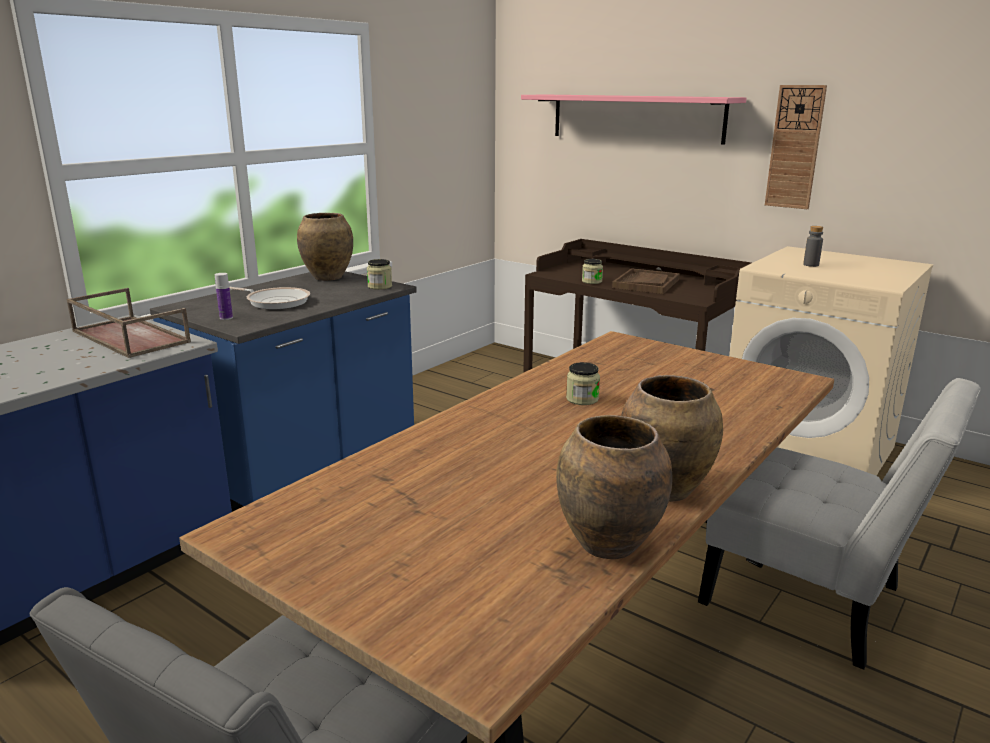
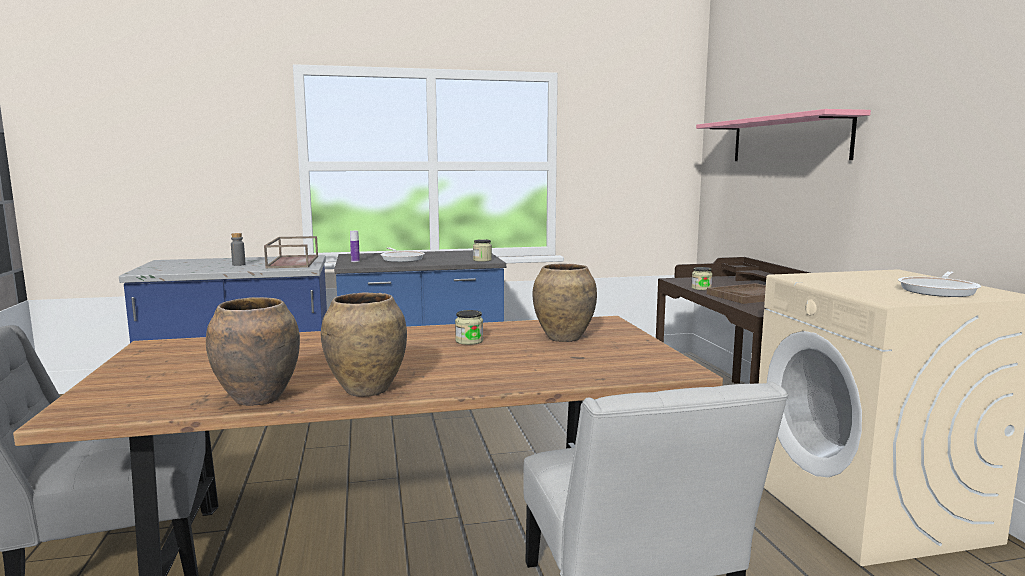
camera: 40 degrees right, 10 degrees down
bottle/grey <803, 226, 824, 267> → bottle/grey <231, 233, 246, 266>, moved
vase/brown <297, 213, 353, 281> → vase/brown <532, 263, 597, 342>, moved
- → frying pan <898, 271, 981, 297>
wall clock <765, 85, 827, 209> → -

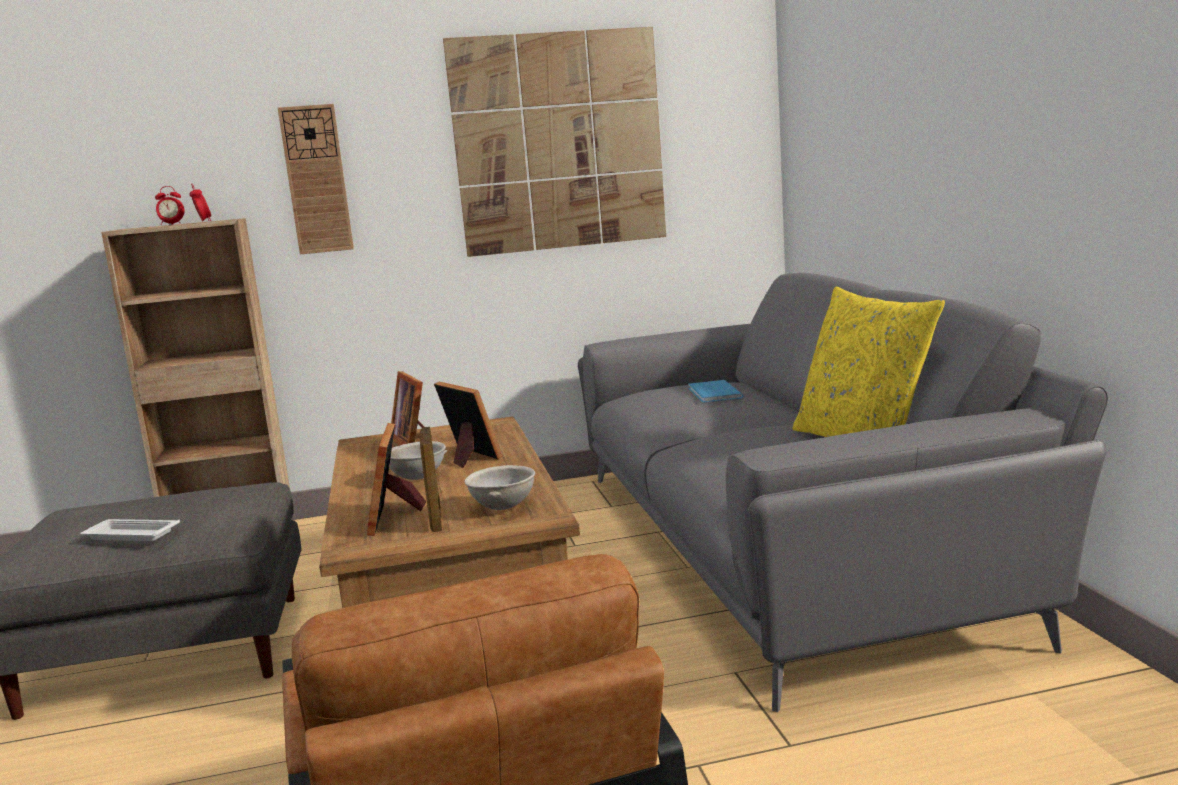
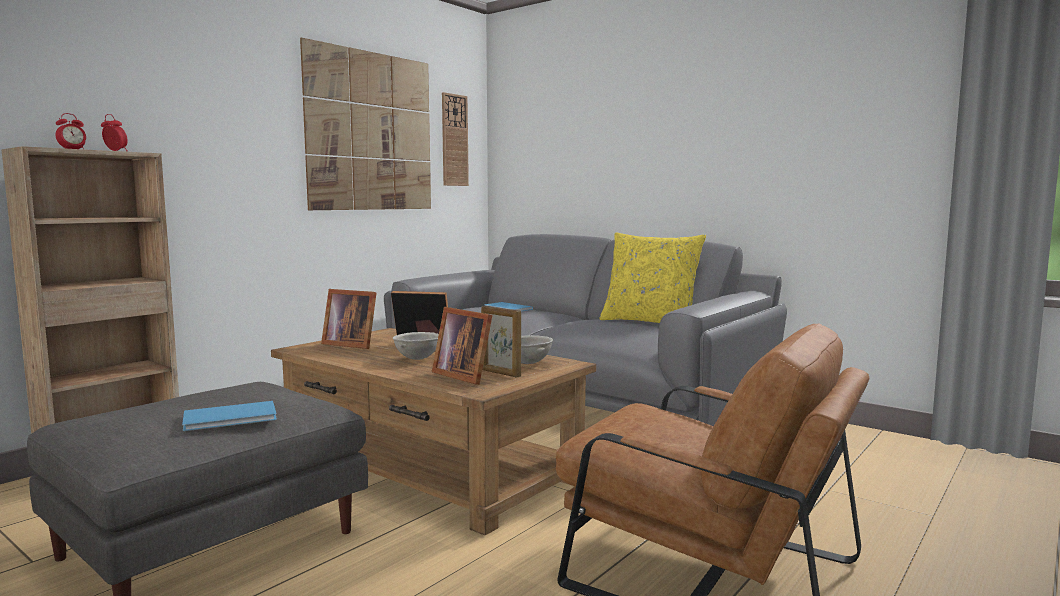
camera: 40 degrees left, 5 degrees down
tray/white <80, 519, 180, 541> → book/blue <182, 401, 277, 431>
wall clock <278, 104, 354, 254> → wall clock <442, 92, 469, 186>, moved

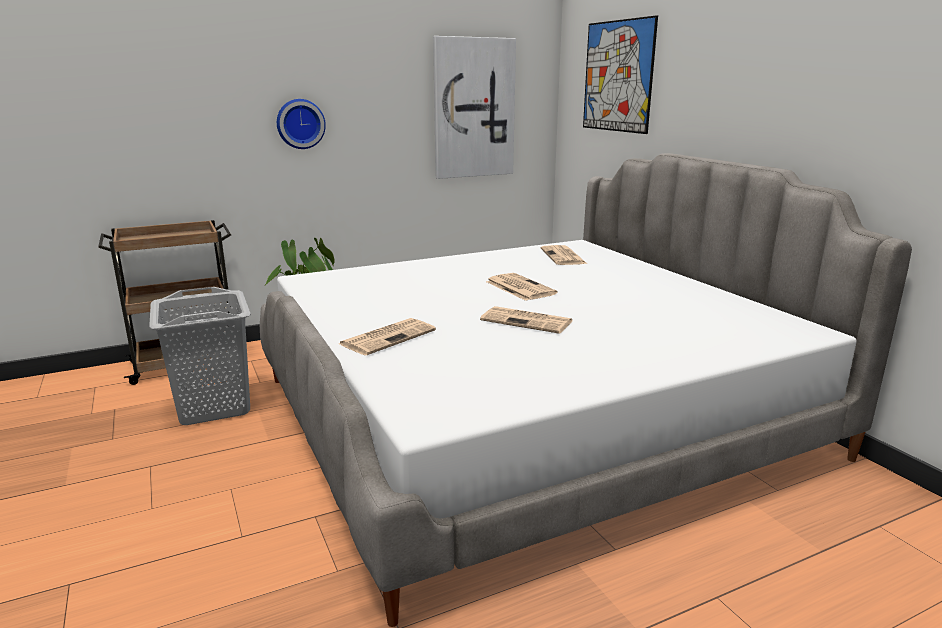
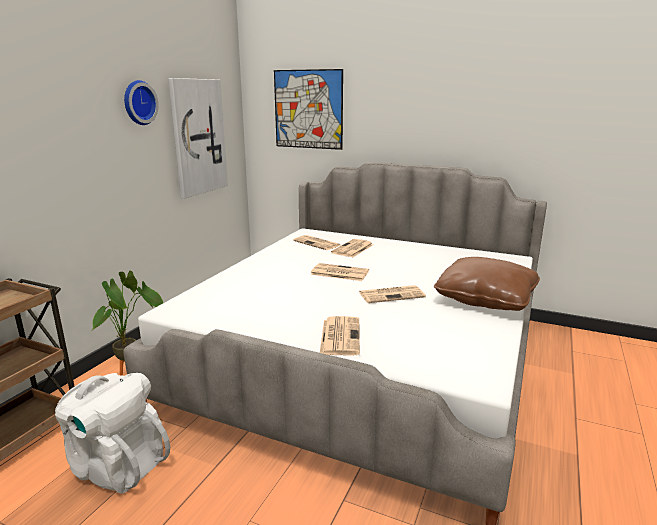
camera: 40 degrees left, 0 degrees up
laundry basket/grey <149, 287, 251, 425> → backpack/white <55, 373, 170, 494>
wall clock <277, 99, 326, 149> → wall clock <124, 80, 159, 125>, moved
- → newspaper <331, 239, 373, 257>
- → pillow/brown <434, 257, 540, 311>

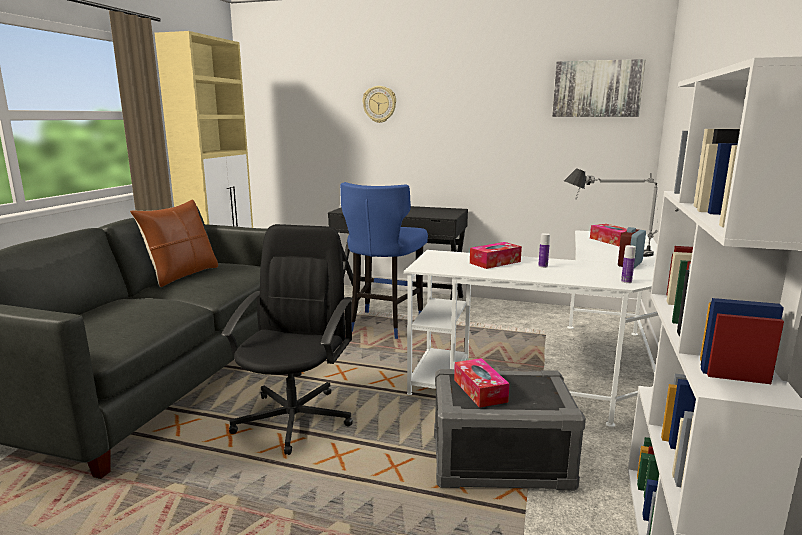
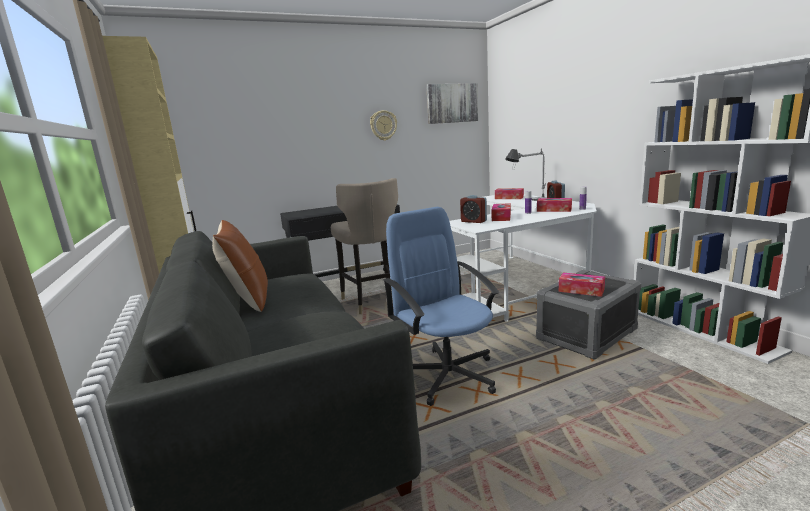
camera: 40 degrees left, 0 degrees up
stool/blue <340, 182, 428, 339> → stool/beige <331, 178, 398, 314>
wall clock <362, 86, 396, 123> → wall clock <370, 110, 397, 141>, moved
office chair/black <221, 224, 353, 455> → office chair/blue <383, 207, 499, 406>
- → alarm clock <460, 195, 487, 223>
- → tissue box <537, 198, 572, 212>

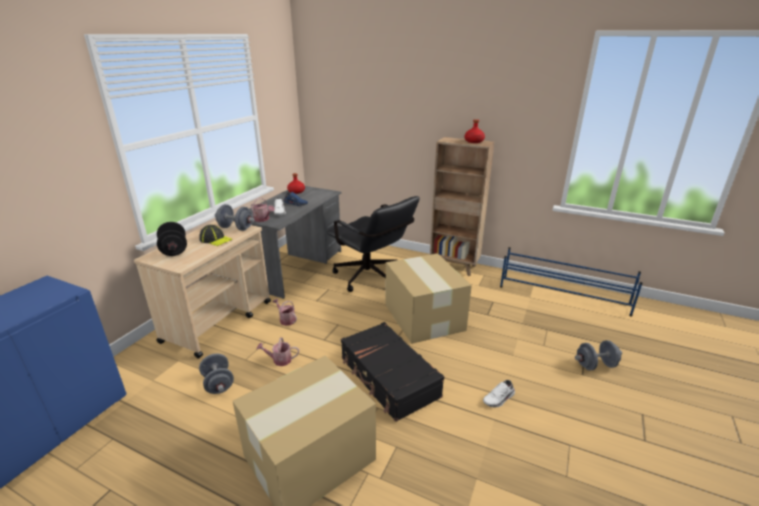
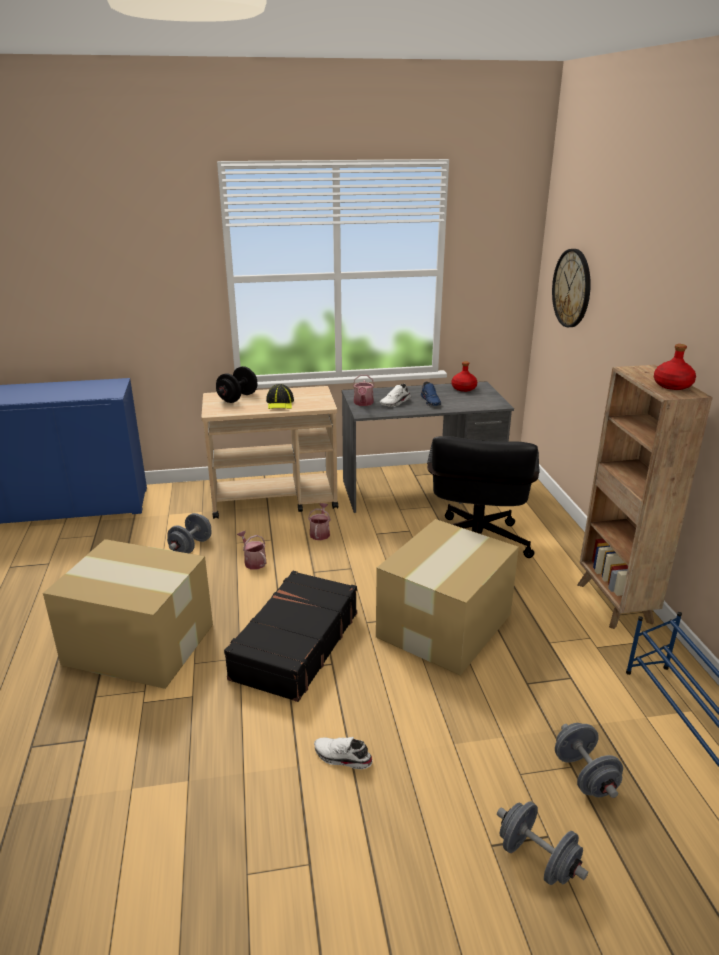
camera: 55 degrees right, 0 degrees up
- → wall clock <552, 249, 591, 327>
dumbbell/grey <215, 204, 255, 231> → dumbbell/grey <555, 723, 623, 798>, moved

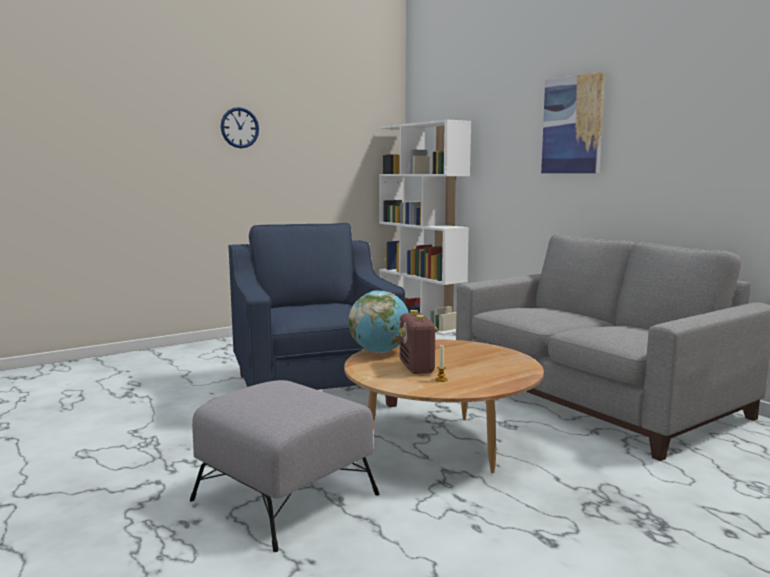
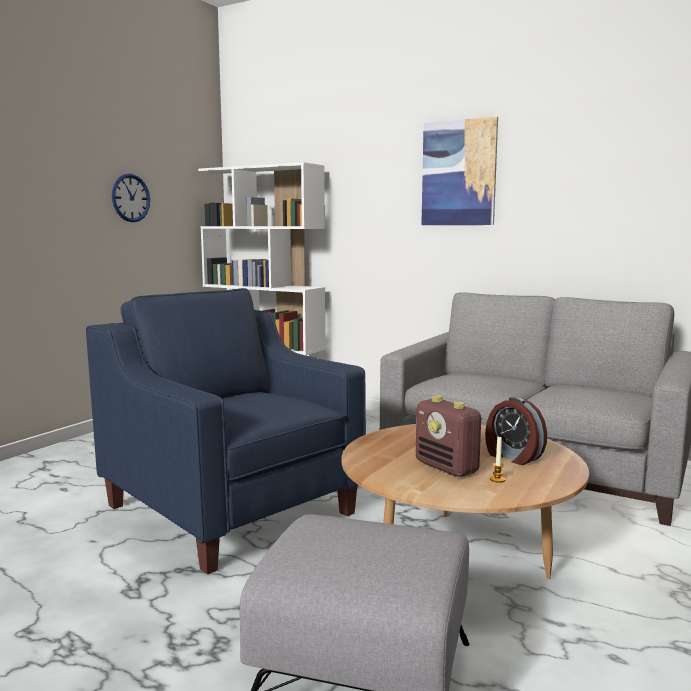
camera: 25 degrees left, 0 degrees up
wall clock <221, 107, 259, 148> → wall clock <112, 174, 150, 222>, moved
- → alarm clock <485, 397, 547, 465>
globe <349, 291, 409, 353> → -

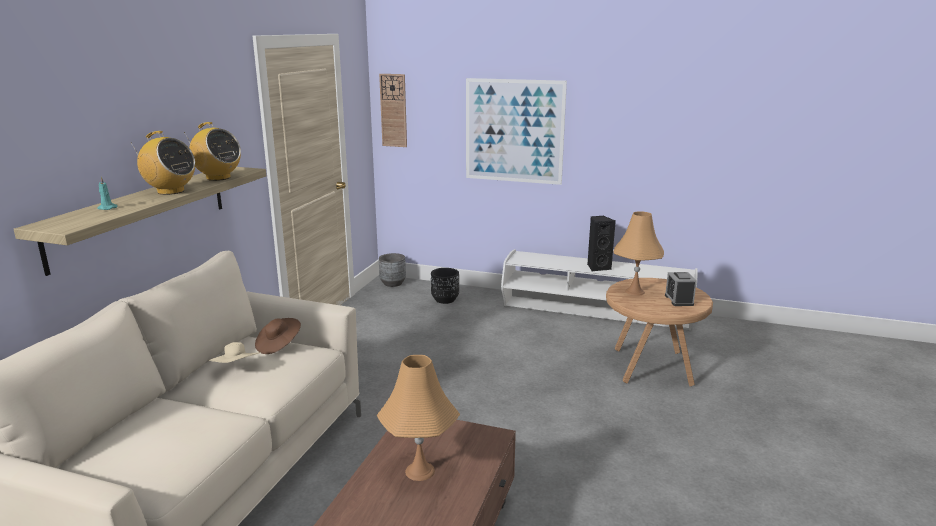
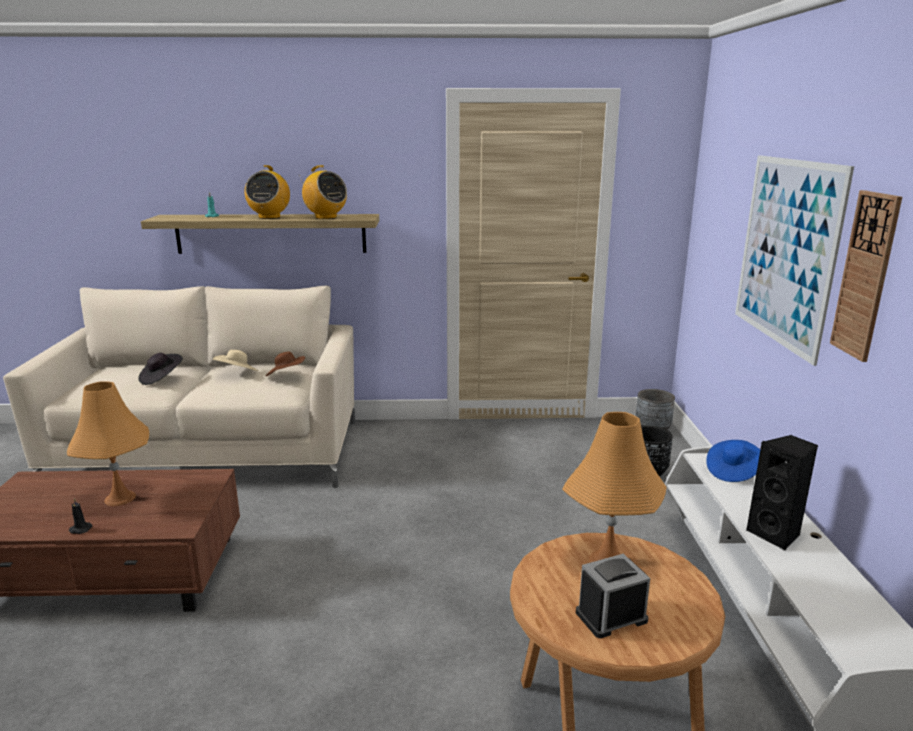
camera: 70 degrees right, 0 degrees up
- → candle/black <69, 498, 92, 534>
- → hat/black <138, 353, 183, 385>
radio <184, 122, 241, 181> → radio <299, 165, 347, 219>, 60 degrees counterclockwise
- → hat/blue <706, 440, 760, 482>
wall clock <379, 74, 407, 147> → wall clock <830, 190, 902, 362>, moved

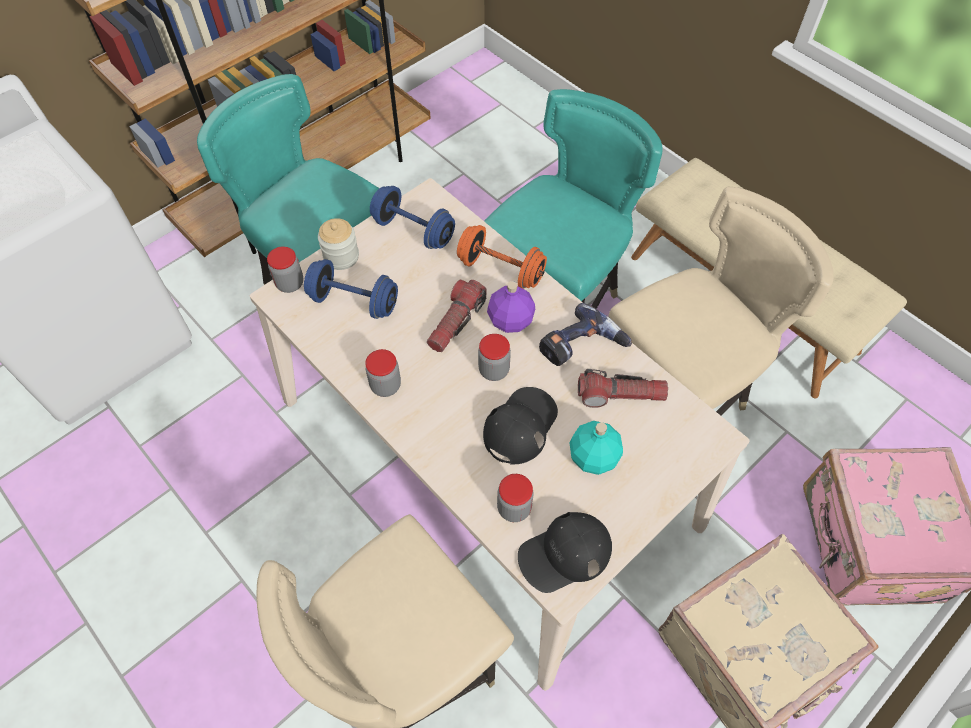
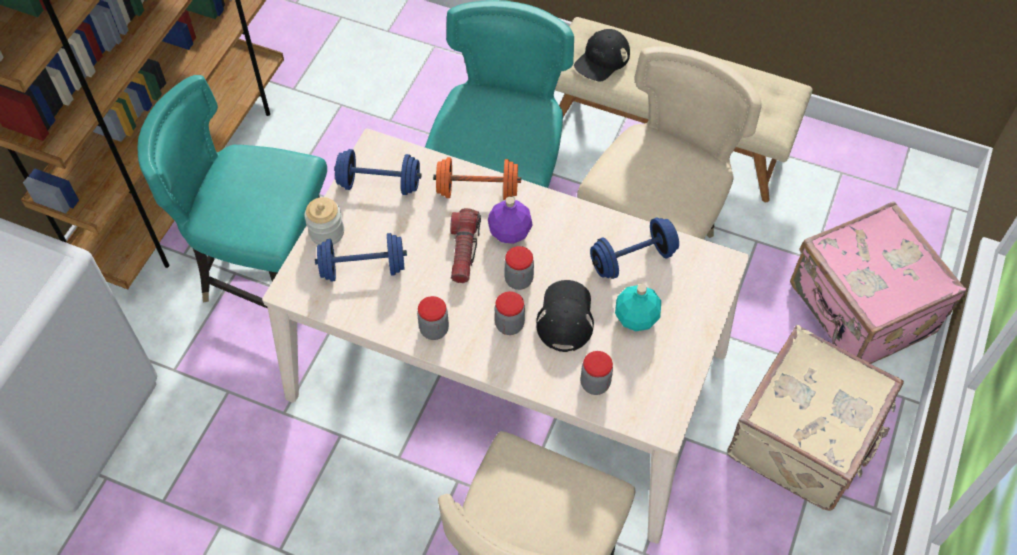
camera: 25 degrees left, 0 degrees up
jar <267, 246, 304, 293> → jar <495, 291, 525, 335>, moved
cap/black <518, 512, 612, 593> → cap/black <574, 29, 630, 82>, moved
flashlight <578, 369, 668, 408> → dumbbell/blue <590, 218, 679, 279>
power drill <539, 303, 632, 366> → -

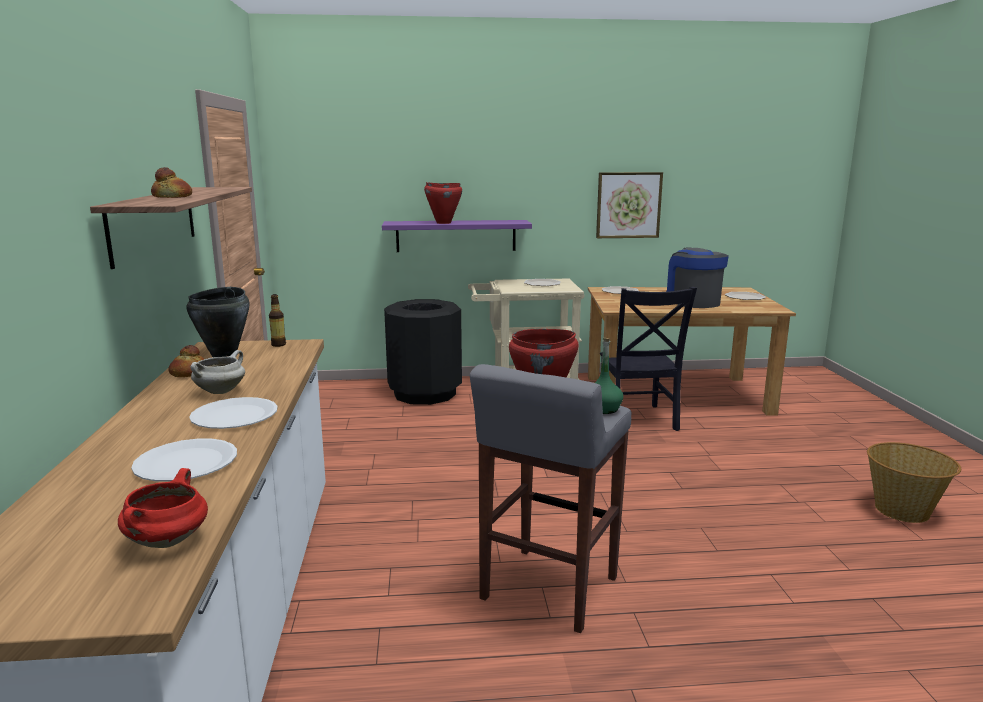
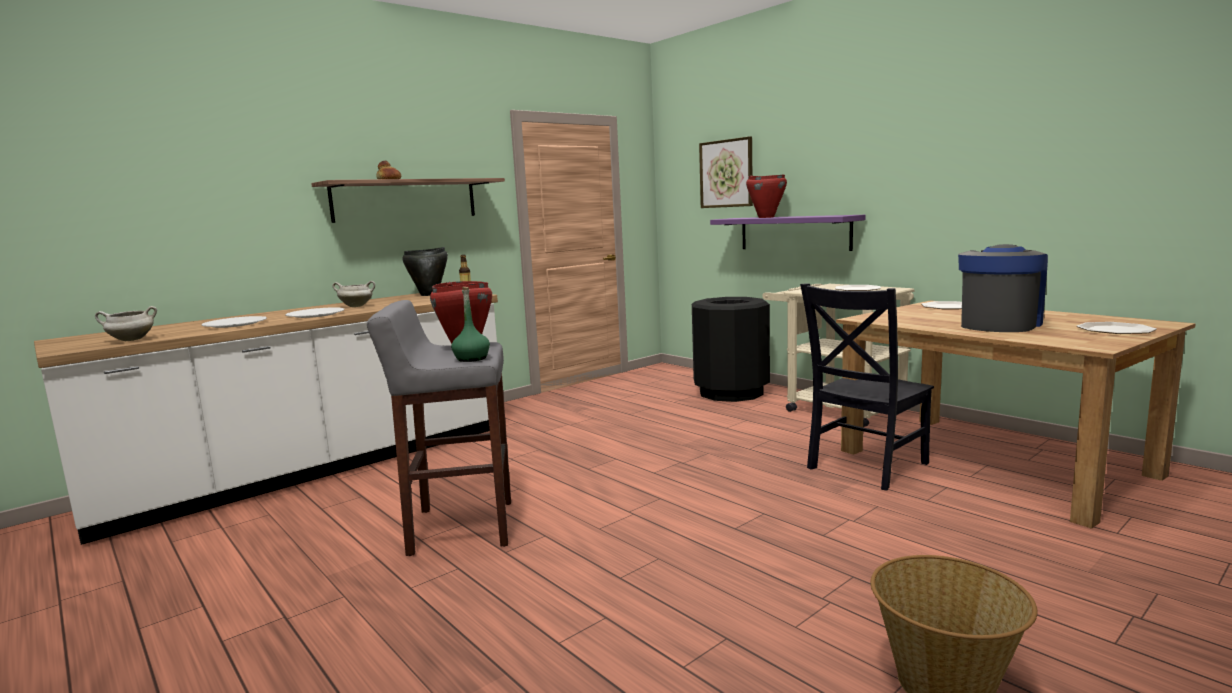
camera: 55 degrees right, 5 degrees down
cooking pot/red <118, 468, 208, 548> → cooking pot/white <95, 306, 157, 341>
picture <596, 172, 663, 238> → picture <699, 136, 753, 208>, moved
bread <168, 345, 204, 377> → -

